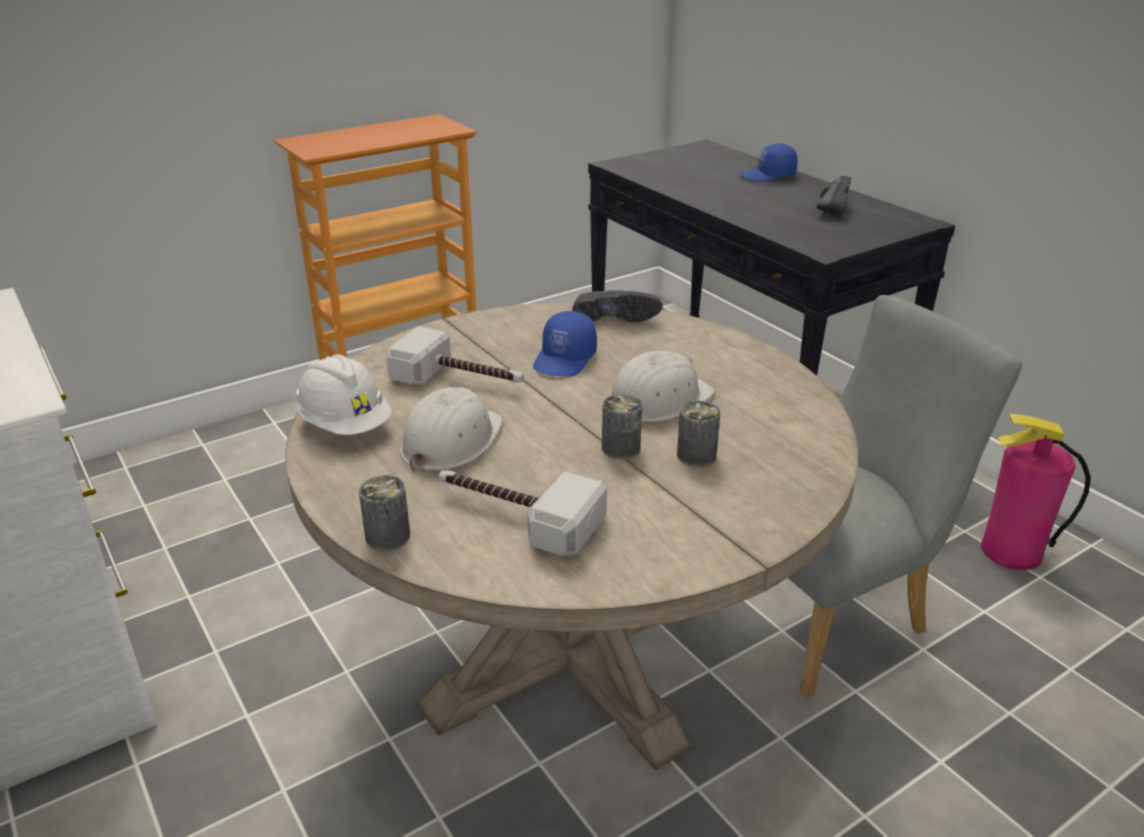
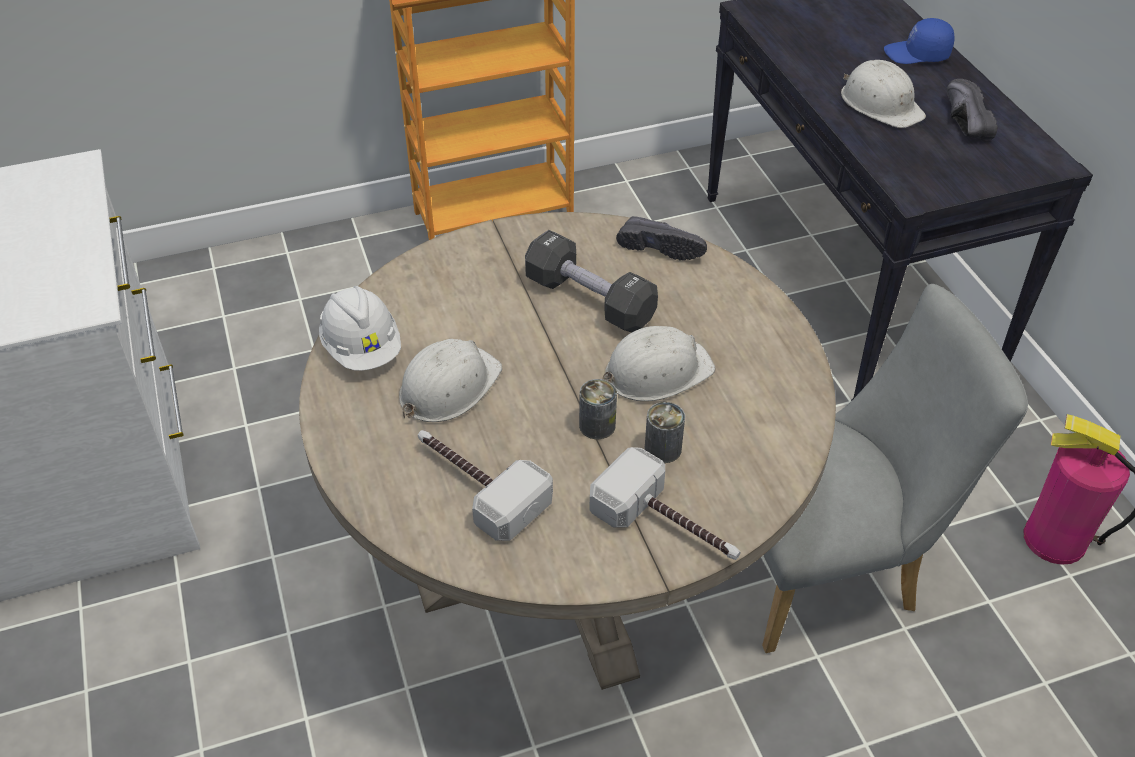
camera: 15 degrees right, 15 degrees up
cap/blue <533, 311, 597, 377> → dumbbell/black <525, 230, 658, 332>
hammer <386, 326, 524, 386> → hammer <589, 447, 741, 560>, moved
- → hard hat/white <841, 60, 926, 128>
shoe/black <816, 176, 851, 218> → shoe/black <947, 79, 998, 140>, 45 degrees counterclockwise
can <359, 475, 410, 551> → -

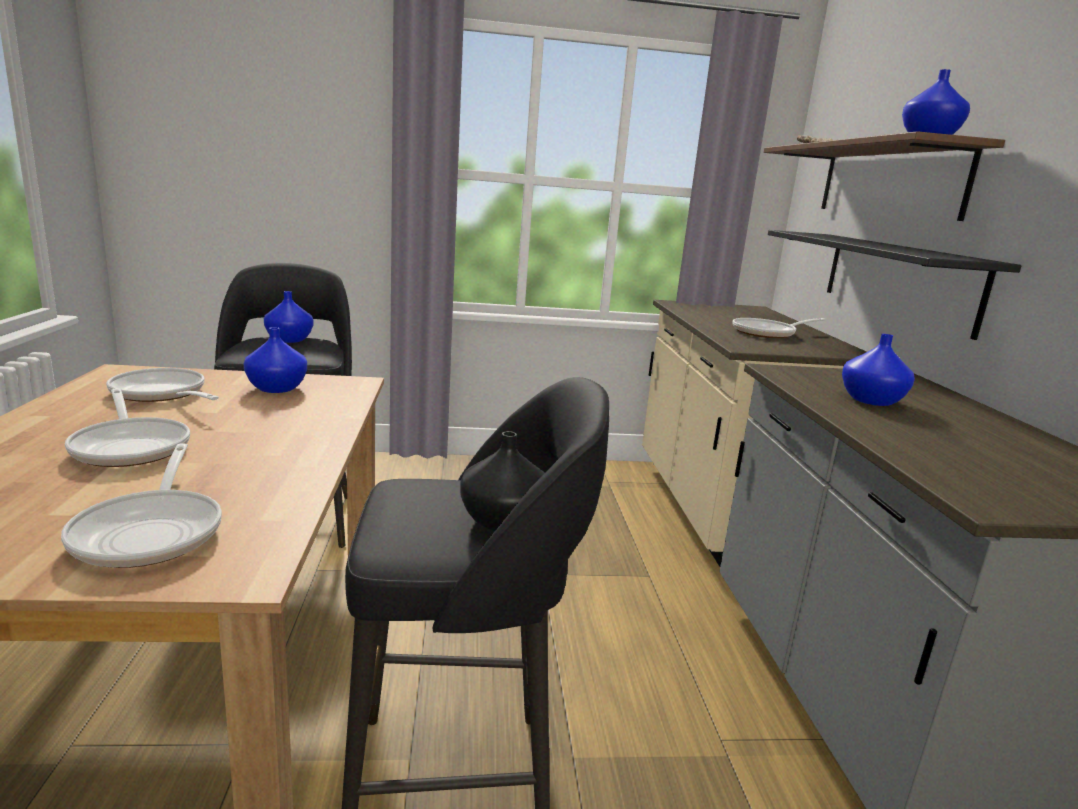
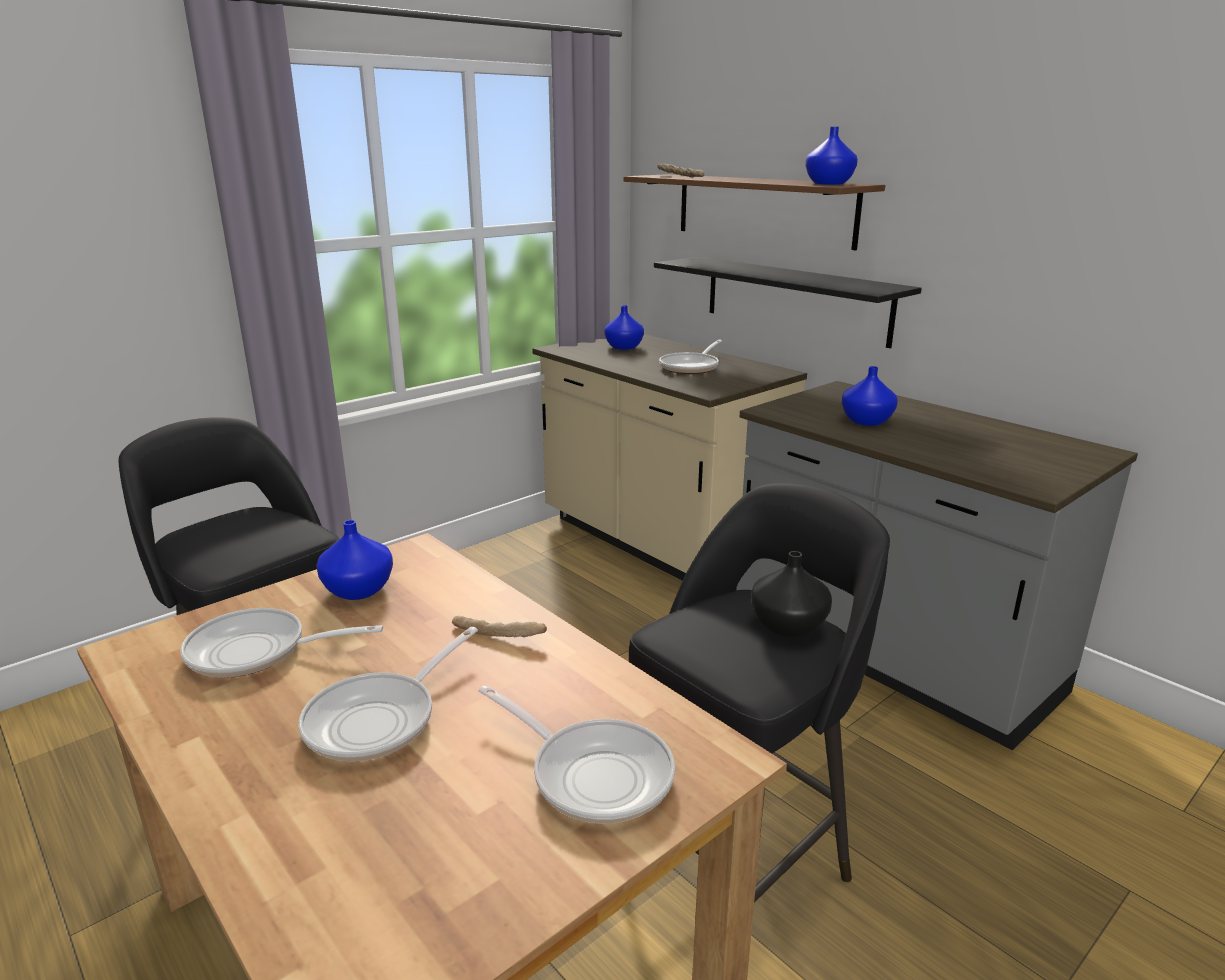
camera: 35 degrees left, 5 degrees up
frying pan <65, 388, 190, 467> → frying pan <299, 627, 478, 762>, 105 degrees clockwise
- → bread <452, 616, 547, 638>
vase/blue <264, 291, 313, 343> → vase/blue <604, 305, 644, 350>, moved

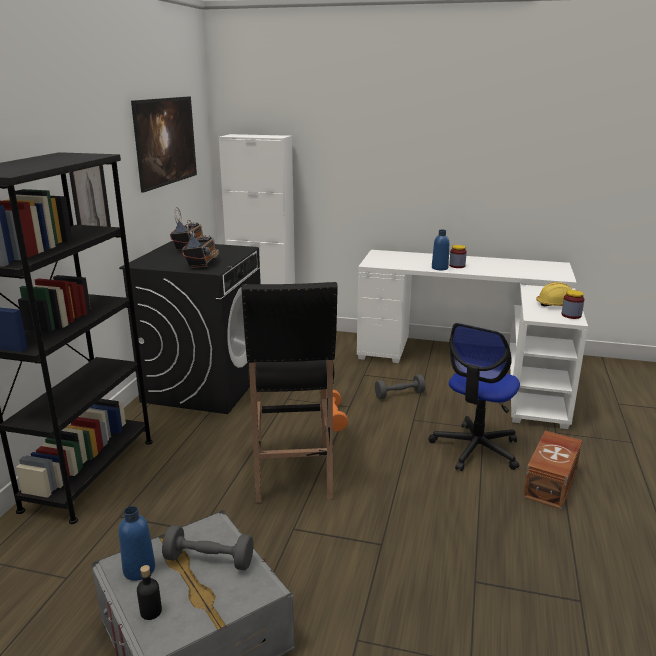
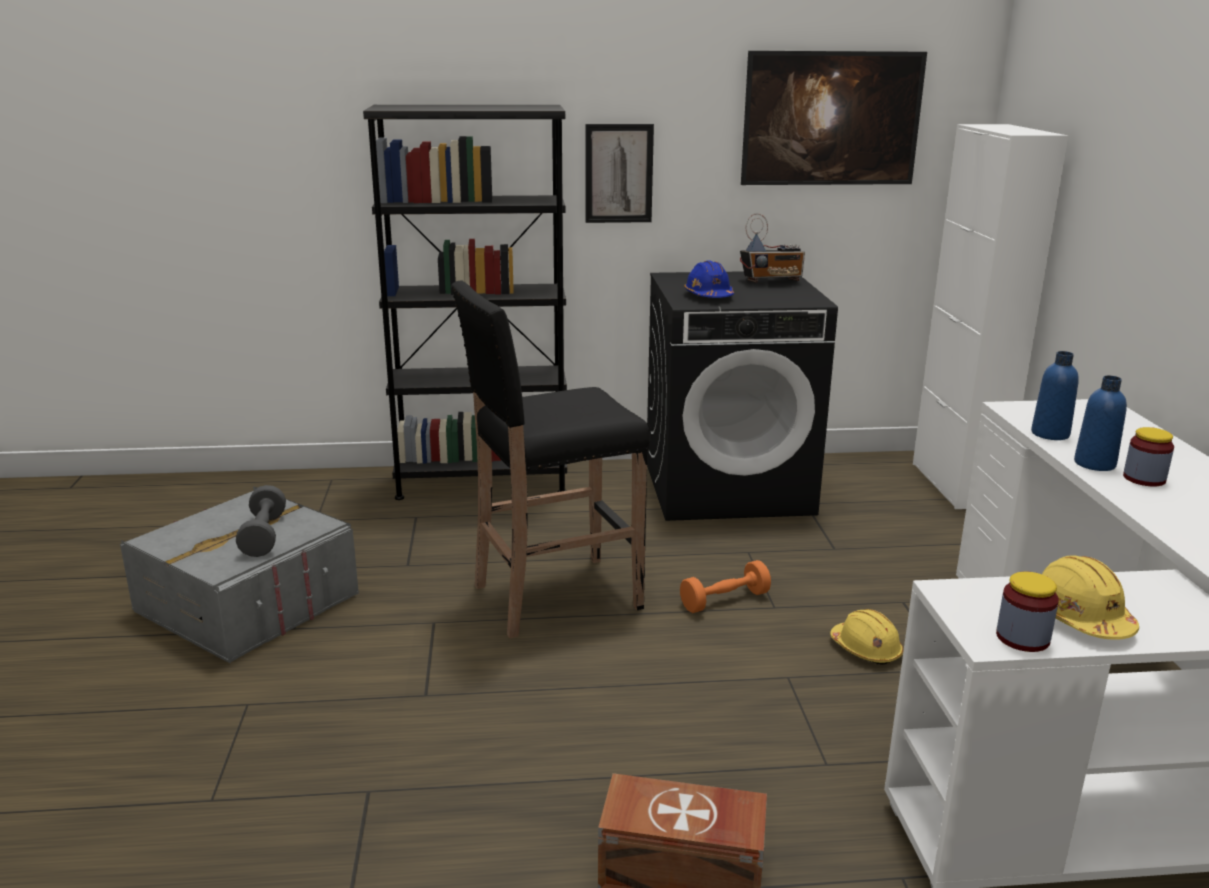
camera: 70 degrees right, 0 degrees up
radio <182, 220, 219, 269> → hard hat/blue <684, 260, 734, 298>
dumbbell/grey <375, 374, 426, 399> → hard hat/yellow <830, 609, 903, 665>
bottle/blue <119, 506, 155, 581> → bottle/blue <1031, 351, 1079, 440>, moved
bottle/black <137, 565, 162, 620> → -
office chair <429, 323, 520, 471> → -

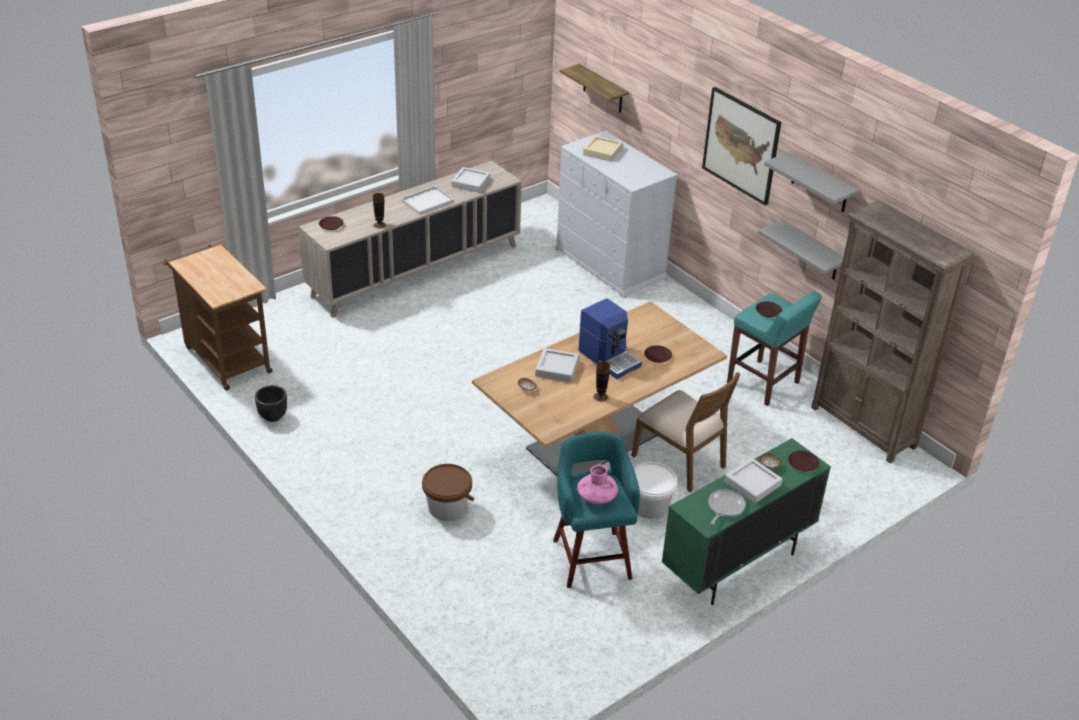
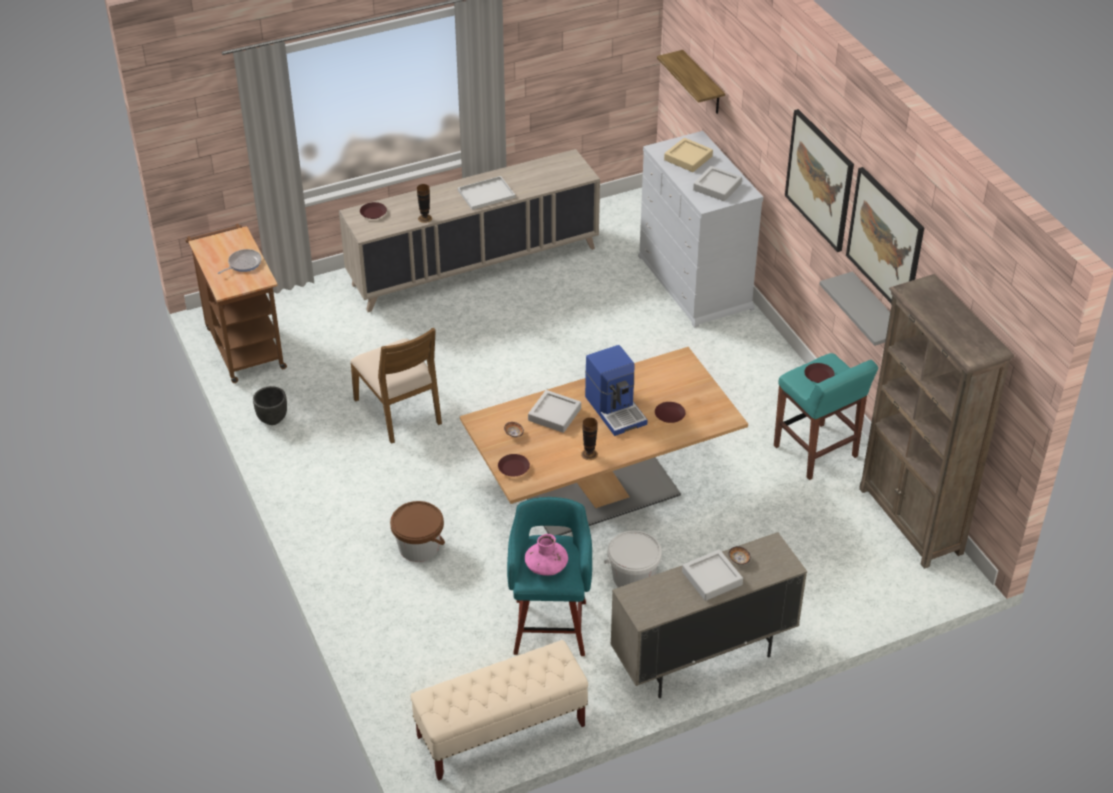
camera: 15 degrees right, 5 degrees up
frying pan <708, 489, 746, 525> → frying pan <218, 249, 261, 274>, moved
chair/brown <631, 372, 740, 492> → chair/brown <350, 328, 442, 444>, moved
- → bench/beige <410, 640, 588, 781>
plate/brown <788, 451, 819, 471> → plate/brown <498, 454, 530, 476>, moved
cabinet/green <662, 438, 831, 605> → cabinet/beige <610, 532, 807, 698>
tray/grey <451, 167, 490, 193> → tray/grey <693, 166, 742, 201>, moved
shelf/grey <764, 152, 858, 212> → picture <846, 167, 924, 303>

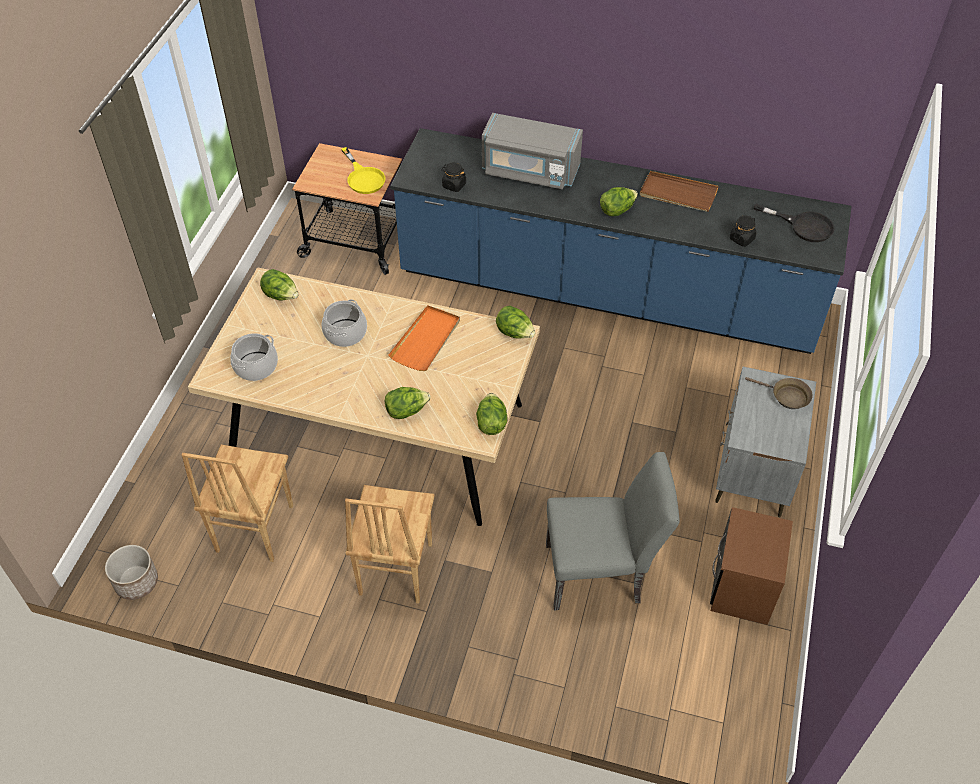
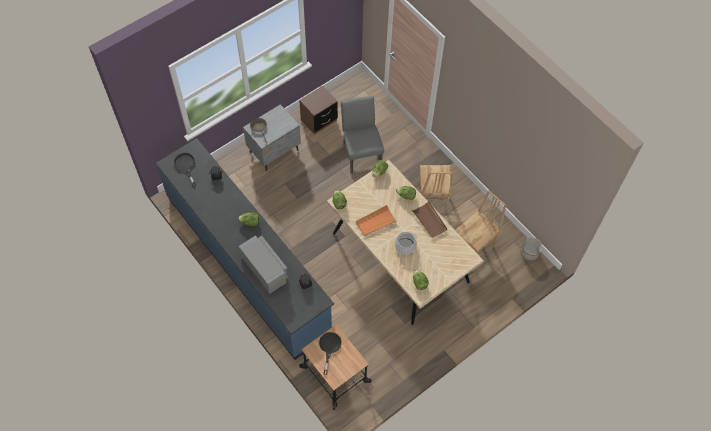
camera: 145 degrees left, 10 degrees up
frying pan/yellow <341, 147, 385, 194> → frying pan/black <319, 332, 342, 375>
chair/grey <546, 452, 680, 611> → chair/grey <341, 96, 384, 174>, 45 degrees clockwise
tray/brown <640, 171, 719, 212> → tray/brown <412, 201, 448, 238>, moved
chair/brown <345, 485, 435, 604> → chair/brown <419, 165, 453, 212>, 135 degrees clockwise
cooking pot <230, 333, 278, 381> → -

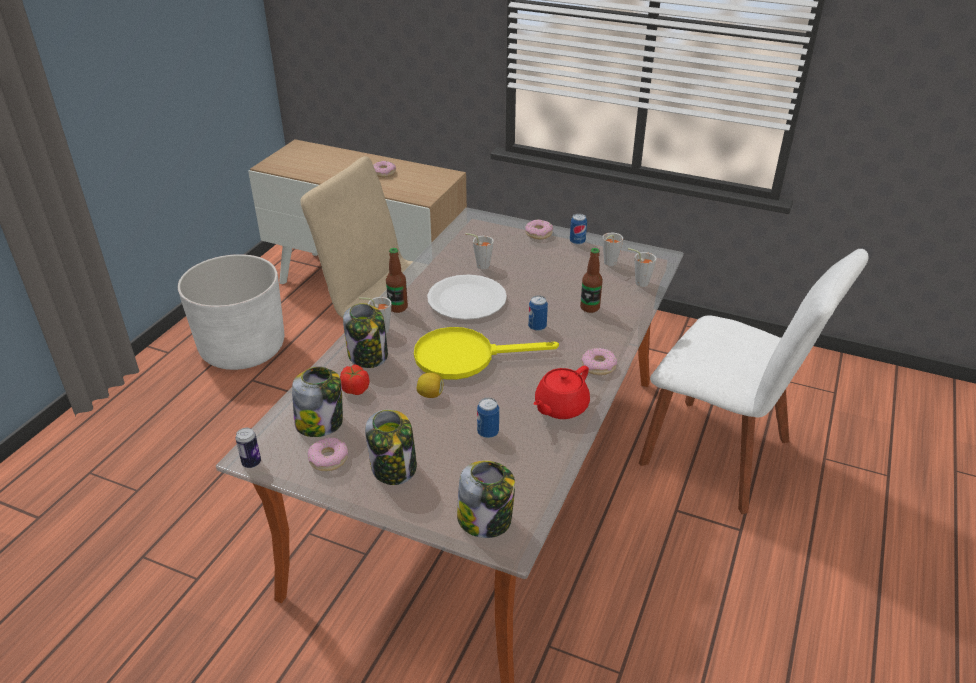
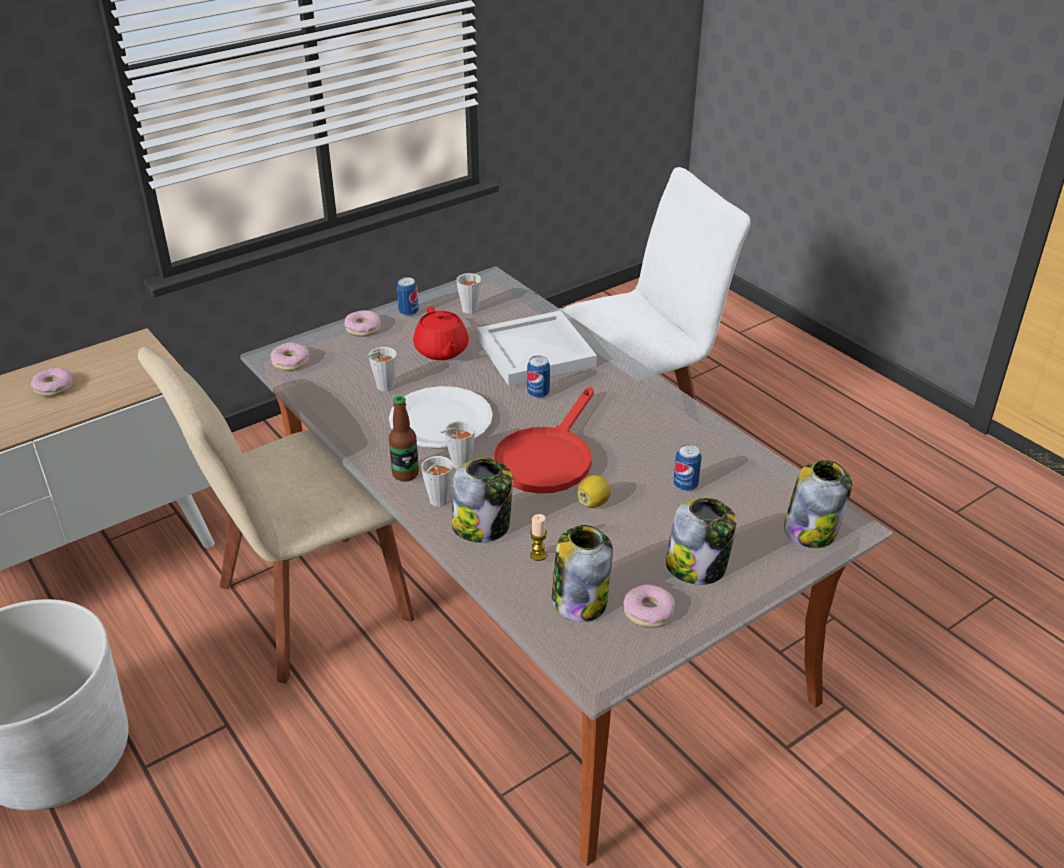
camera: 60 degrees left, 0 degrees up
donut <581, 348, 617, 375> → donut <270, 342, 309, 371>, moved
teapot/red <533, 366, 590, 419> → teapot/red <413, 306, 469, 360>, moved
cup/grey <628, 248, 656, 287> → cup/grey <440, 421, 475, 469>, moved
bottle <580, 248, 603, 313> → tray/white <477, 311, 597, 386>
frying pan/yellow <414, 327, 559, 380> → frying pan/red <494, 387, 594, 494>
tomato <340, 365, 369, 395> → candle <530, 514, 547, 561>
can <235, 428, 261, 468> → -

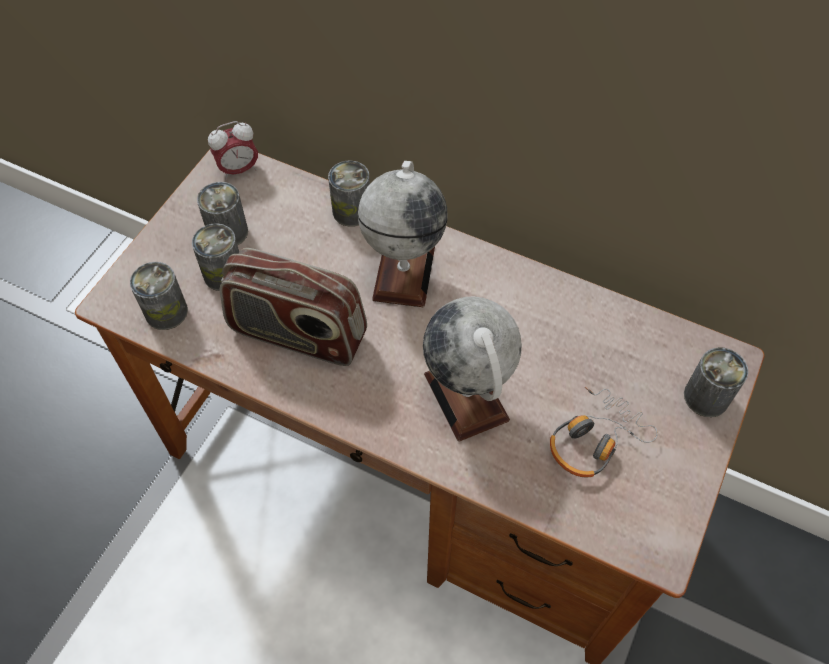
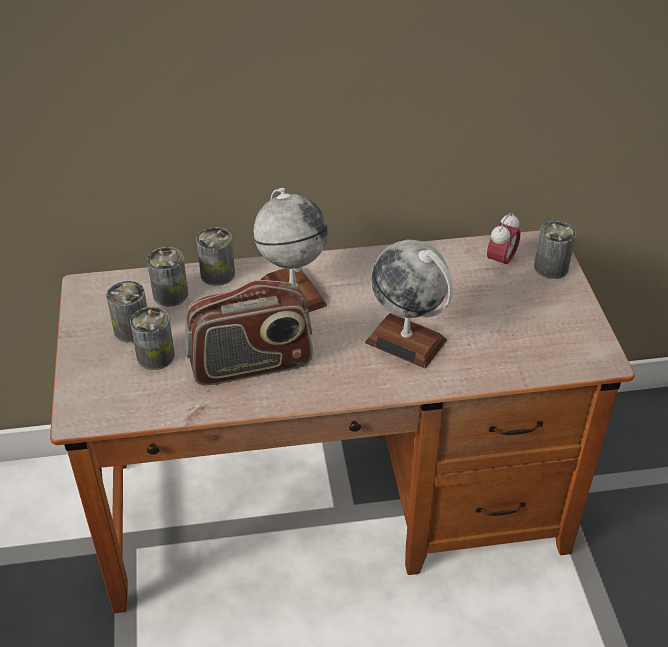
camera: 35 degrees left, 15 degrees down
can <130, 262, 188, 330> → can <147, 247, 188, 306>, moved
alarm clock <208, 121, 258, 180> → alarm clock <487, 213, 521, 272>, moved
headphones <550, 387, 658, 477> → -

